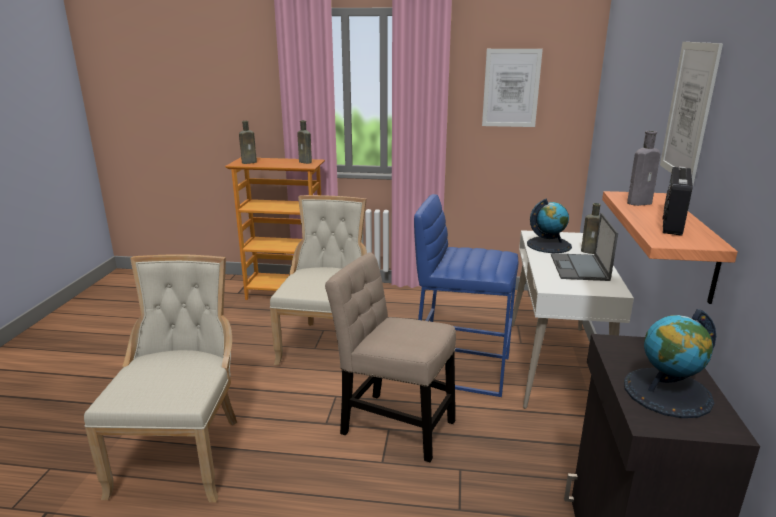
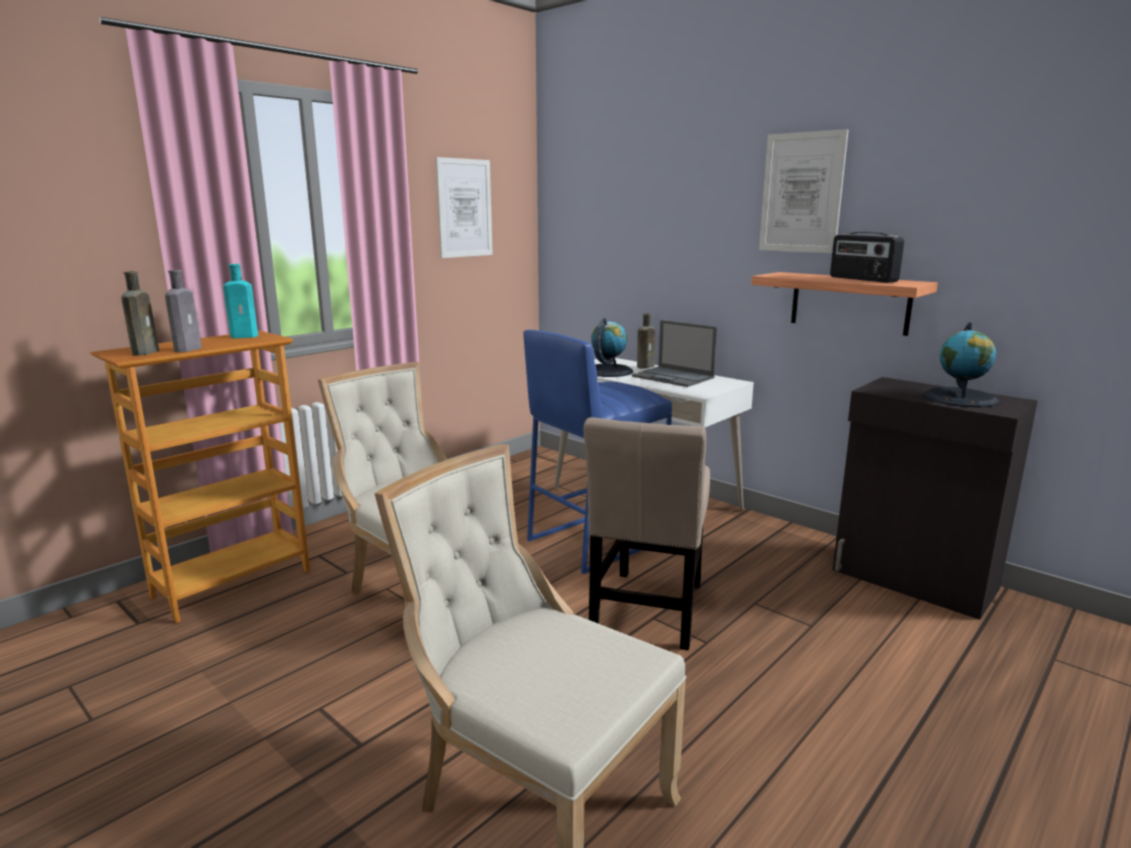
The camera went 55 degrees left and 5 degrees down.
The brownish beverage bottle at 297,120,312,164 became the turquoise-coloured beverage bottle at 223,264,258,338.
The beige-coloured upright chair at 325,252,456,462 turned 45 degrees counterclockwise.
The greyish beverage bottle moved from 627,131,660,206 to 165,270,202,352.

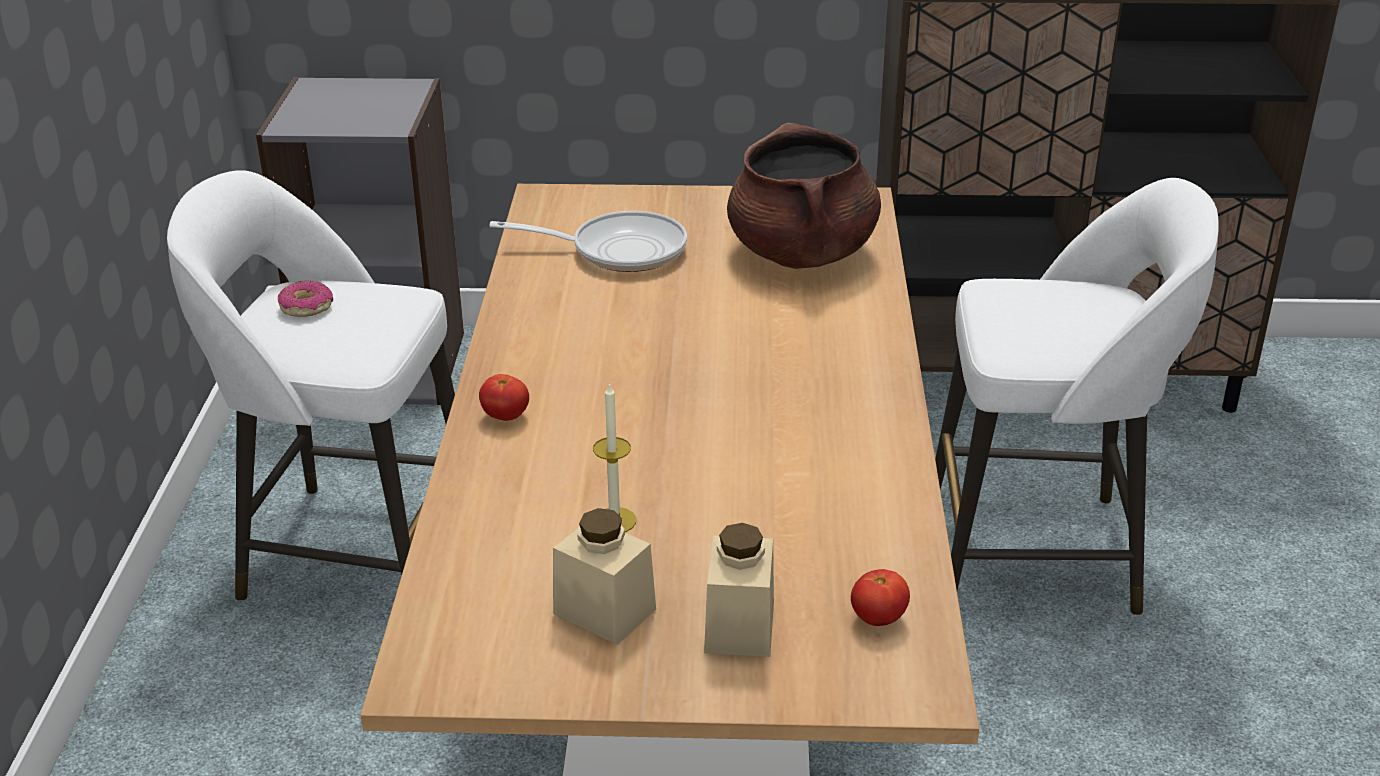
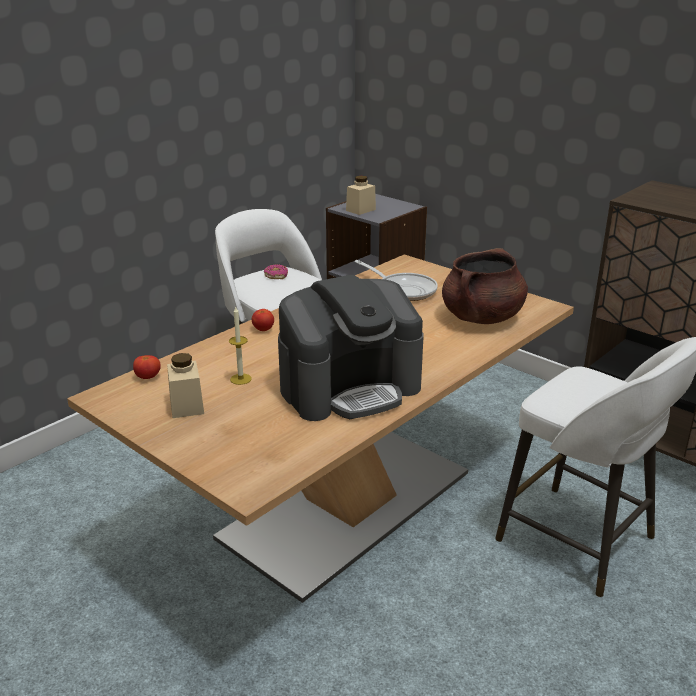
The camera went 40 degrees right and 5 degrees down.
The beige-coloured storage jar moved from 704,523,774,657 to 346,176,376,215.
The whole tomato moved from 851,569,910,626 to 133,355,161,379.
The coffee maker at 278,275,424,421 appeared.

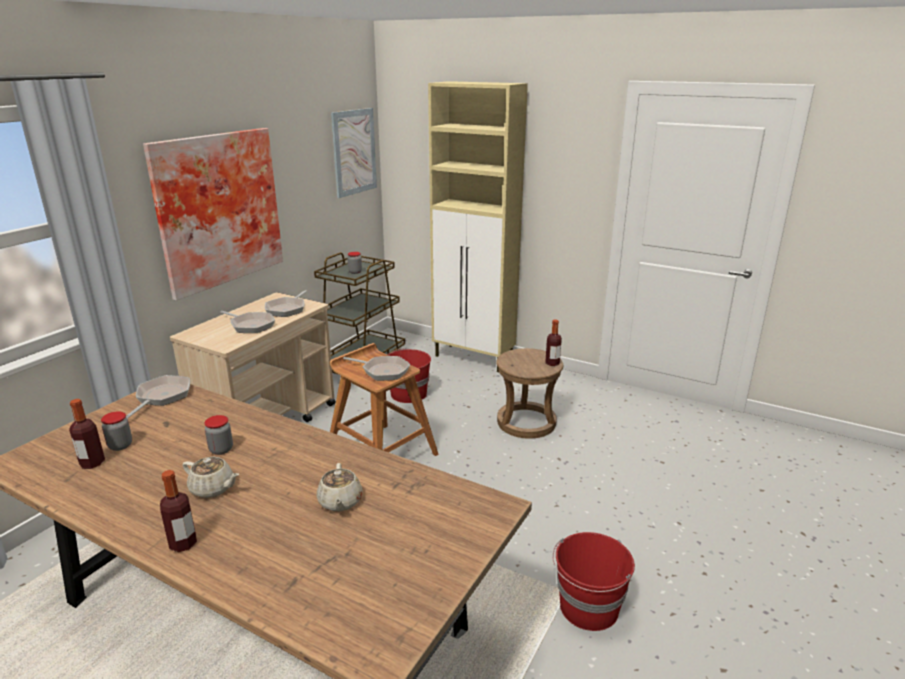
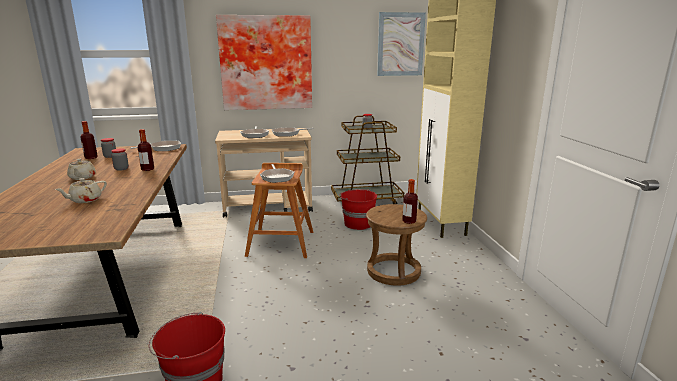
The camera went 50 degrees right and 5 degrees down.
The beverage bottle moved from 160,470,197,552 to 138,129,154,171.

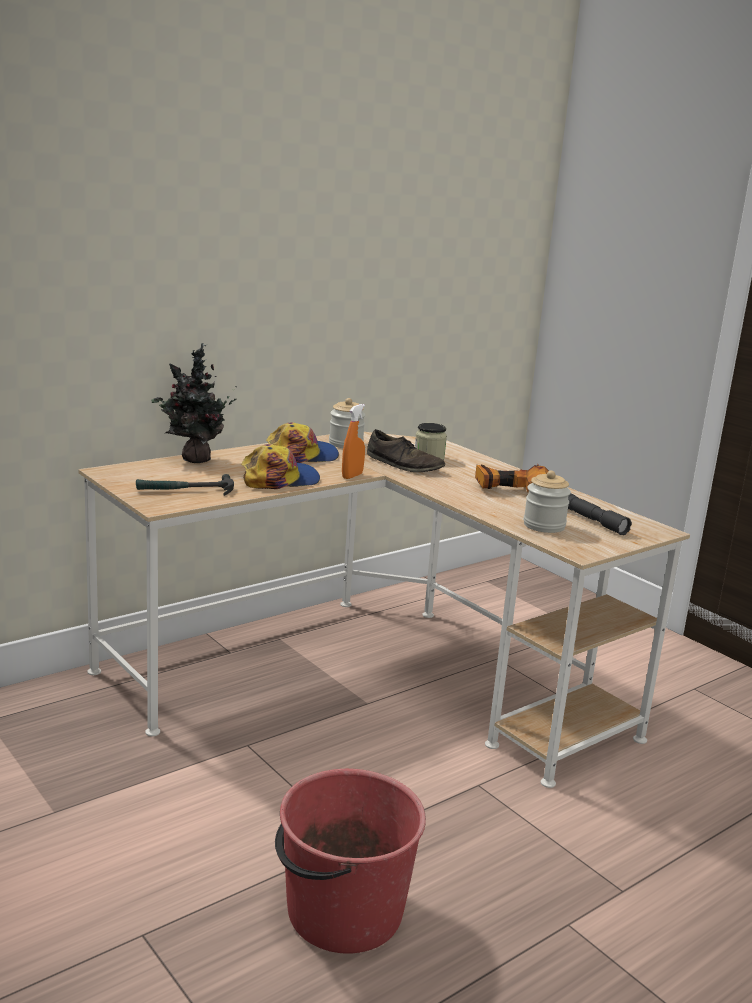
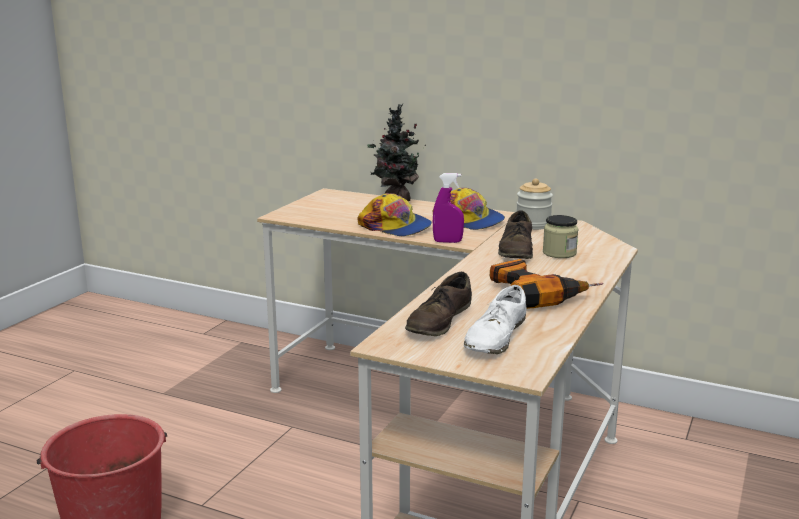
The camera went 65 degrees right and 0 degrees up.
The tool hammer at 136,474,234,496 disappeared.
The orange-coloured sprayer at 342,404,365,479 became the purplish sprayer at 433,173,464,243.
The storage jar at 523,471,571,533 was replaced by the brownish low shoe at 405,272,472,336.
The greyish torch at 568,494,632,535 was replaced by the whitish low shoe at 464,285,527,354.

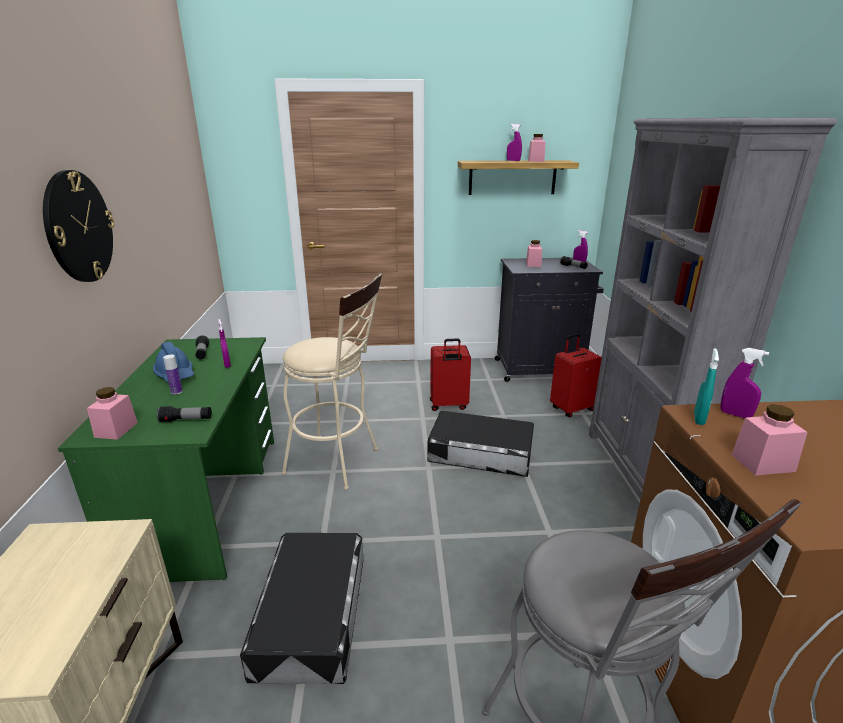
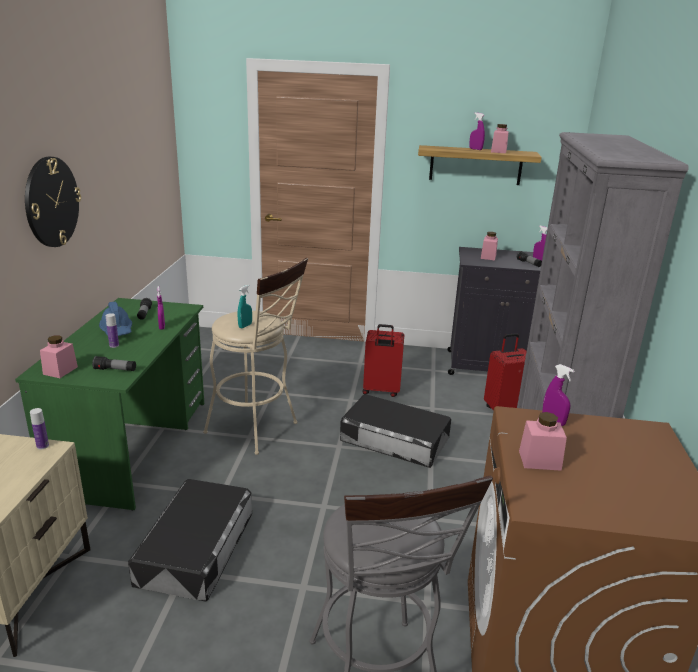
The camera went 10 degrees right and 0 degrees up.
The turquoise-coloured sprayer moved from 694,348,719,425 to 238,285,252,328.
The beverage bottle at 30,408,49,450 appeared.

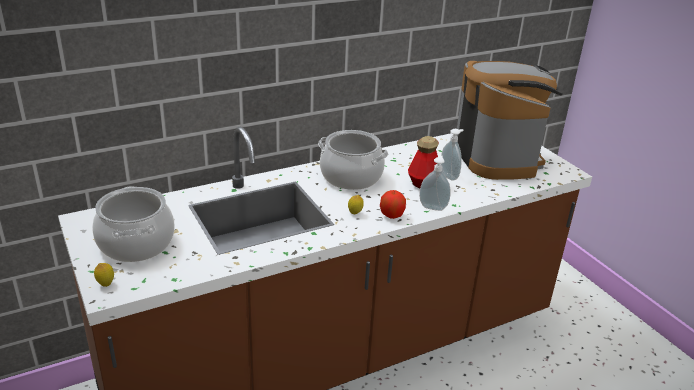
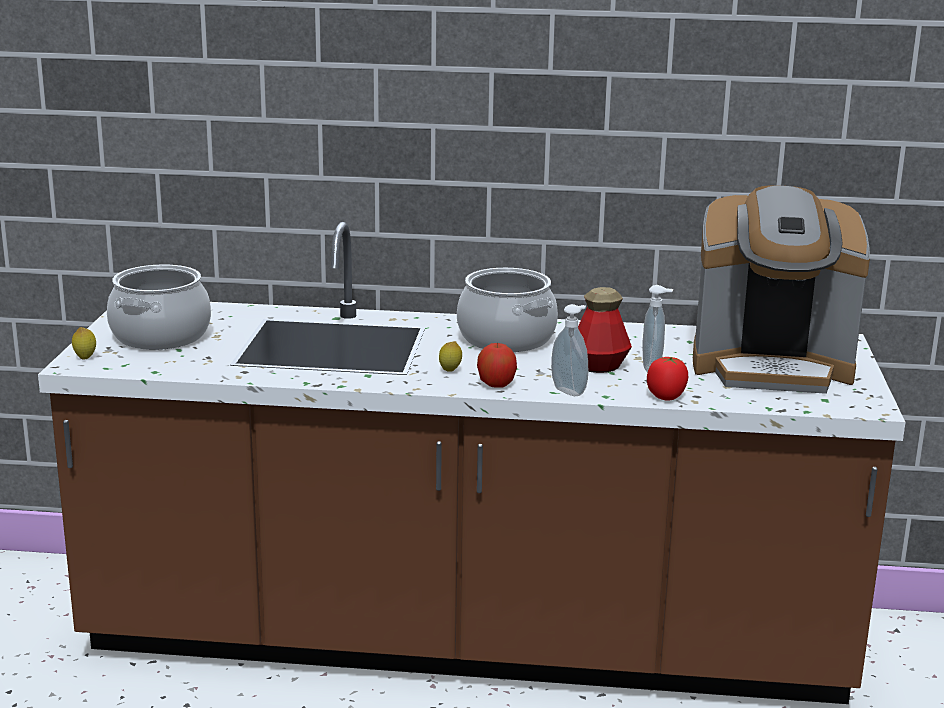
The camera went 35 degrees right and 10 degrees down.
The coffee maker at 456,61,563,180 turned 75 degrees clockwise.
The whole tomato at 647,357,688,401 appeared.

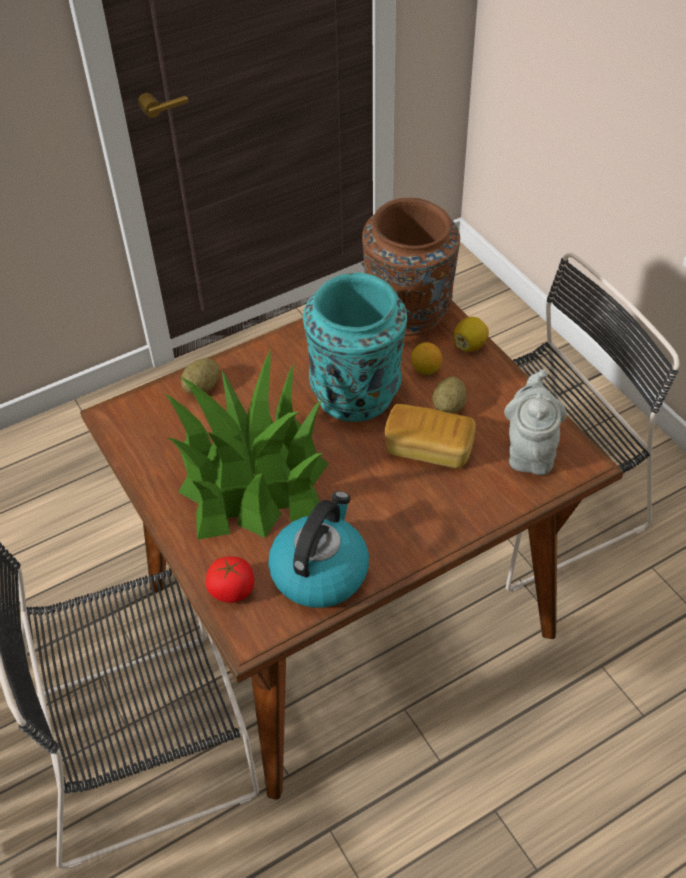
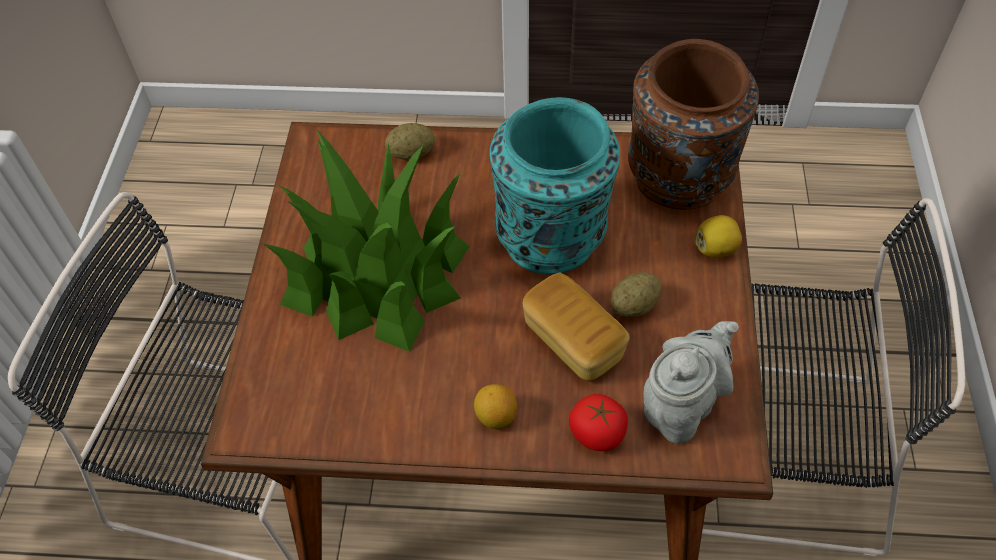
The camera went 35 degrees right and 5 degrees up.
The whole tomato moved from 206,556,255,603 to 569,394,628,451.
The kettle at 268,491,369,608 disappeared.
The lemon moved from 411,342,442,375 to 474,384,517,429.

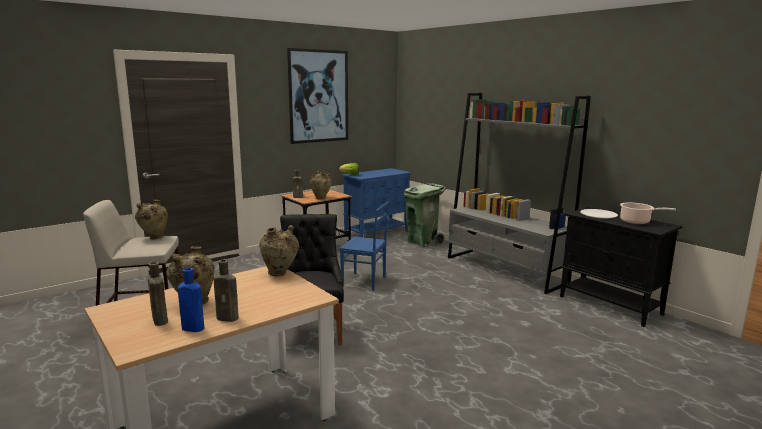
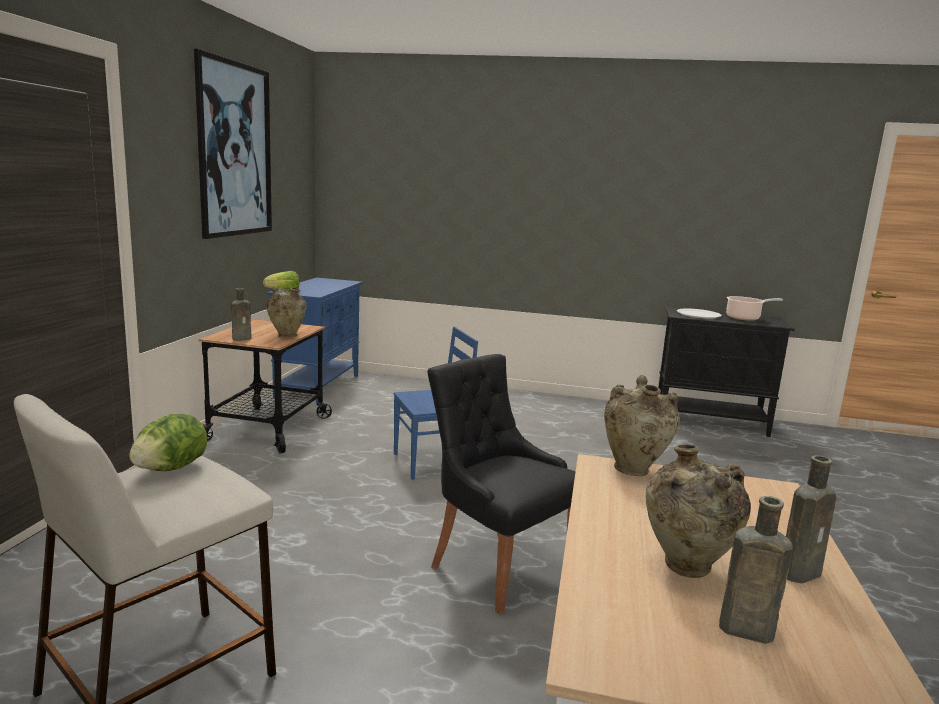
The camera went 40 degrees left and 0 degrees up.
The beige-coloured vase at 135,199,168,239 was replaced by the lettuce head at 129,414,207,471.
The blue beverage bottle at 178,268,204,332 disappeared.
The greenish rubbish bin at 403,183,446,247 disappeared.
The greyish shelving unit at 448,93,591,294 disappeared.

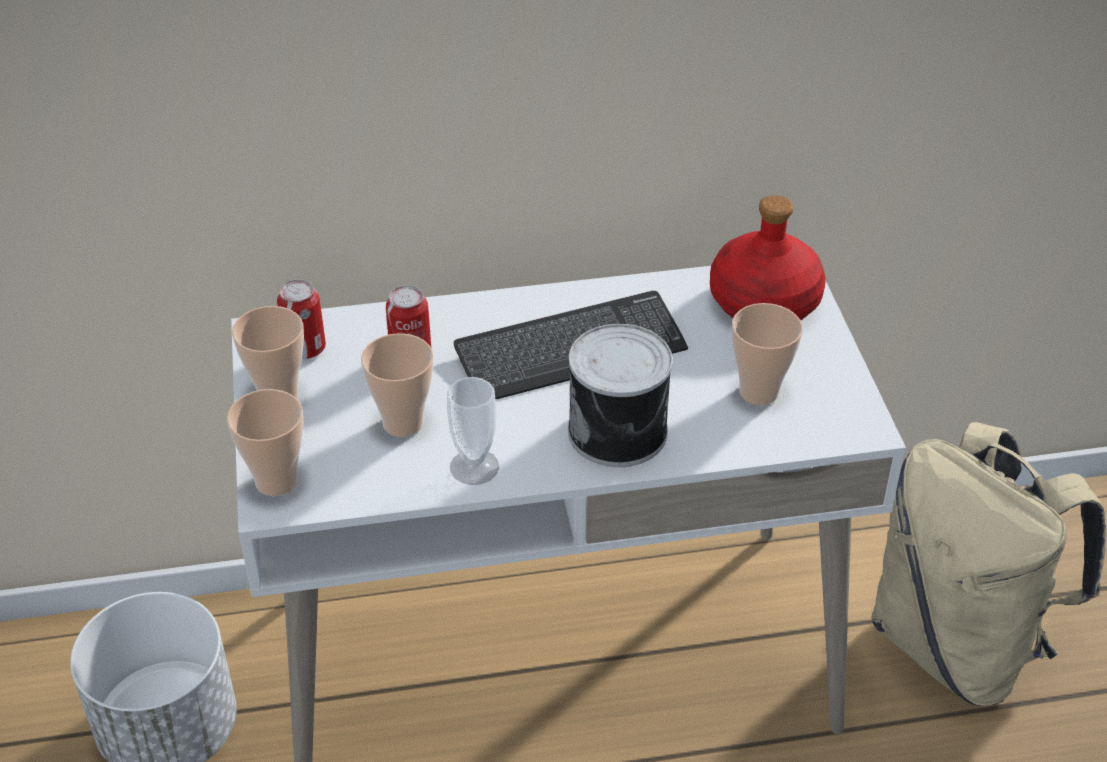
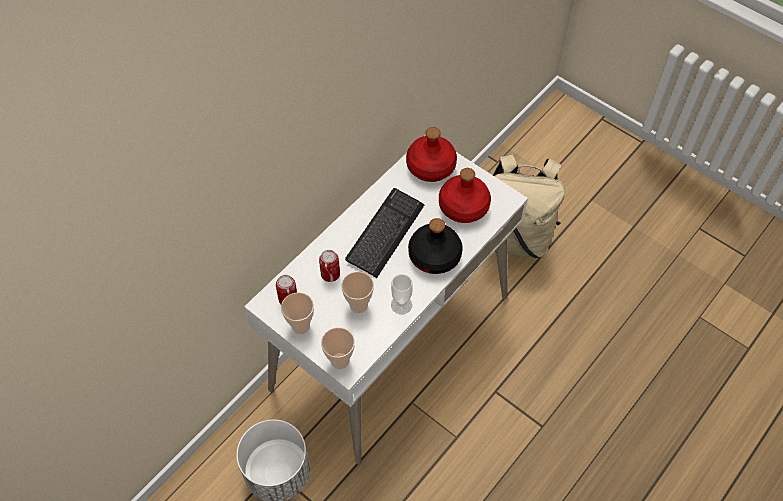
The camera went 40 degrees left and 15 degrees up.
The can at 568,324,673,467 was replaced by the black beverage bottle at 408,218,463,274.
The drinking cup at 732,303,803,405 was replaced by the red beverage bottle at 439,168,491,223.

